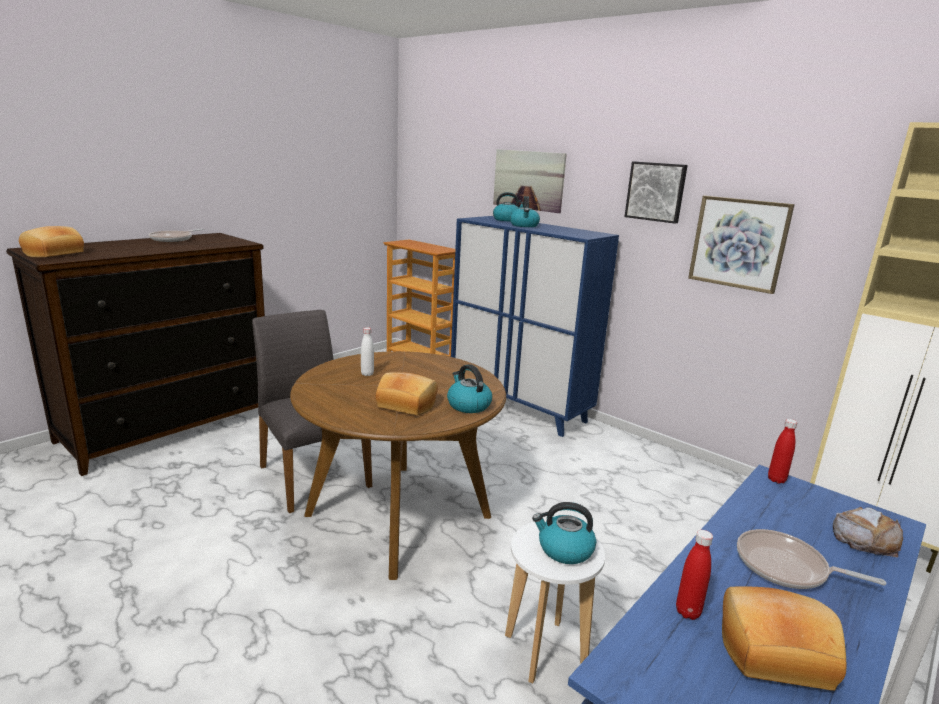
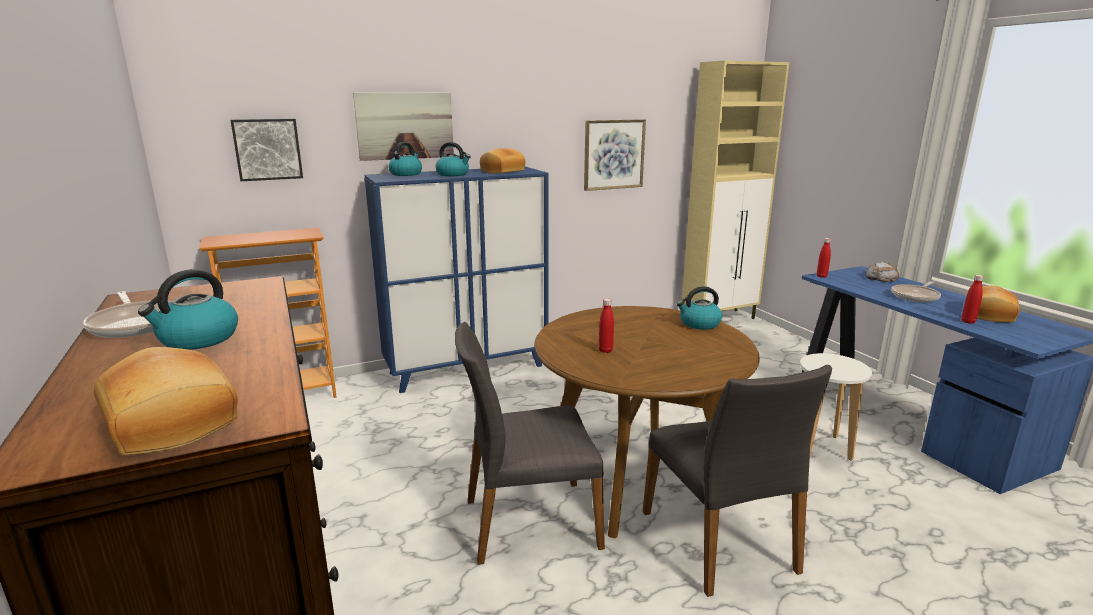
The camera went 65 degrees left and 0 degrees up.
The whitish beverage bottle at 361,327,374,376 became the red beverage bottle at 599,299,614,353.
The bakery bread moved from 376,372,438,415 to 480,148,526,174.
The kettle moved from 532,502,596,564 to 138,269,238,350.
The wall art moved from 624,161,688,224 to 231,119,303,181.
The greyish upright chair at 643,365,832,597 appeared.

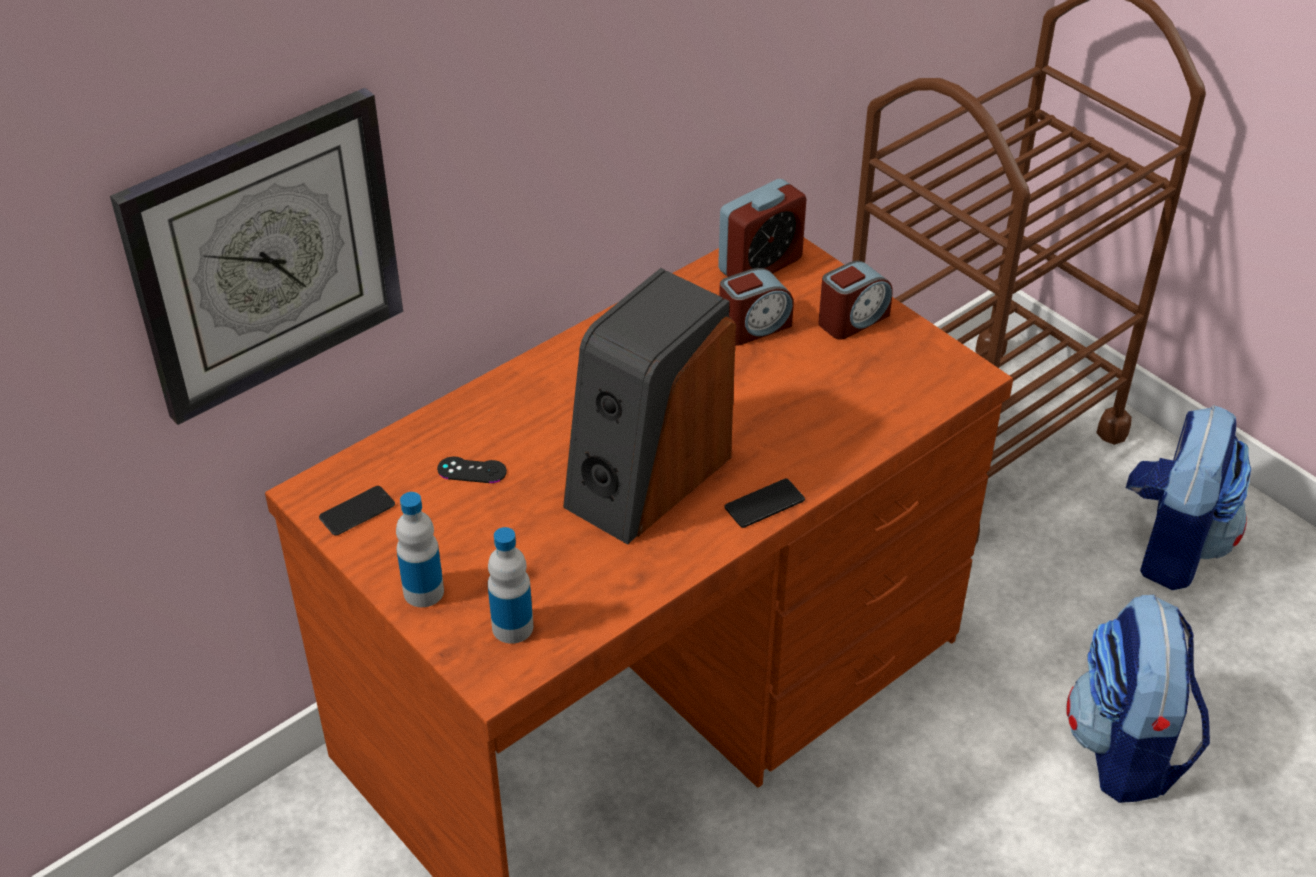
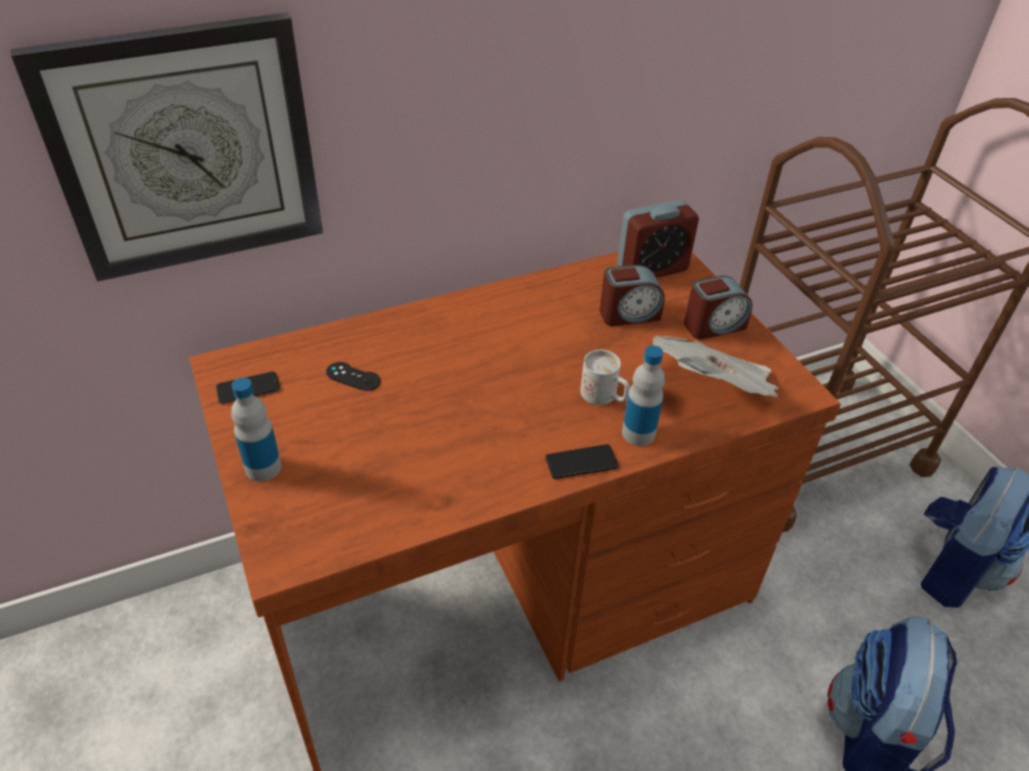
The camera went 15 degrees right and 0 degrees up.
The beverage bottle moved from 488,527,533,644 to 622,345,665,446.
The loudspeaker at 563,268,736,545 disappeared.
The whitish coffee mug at 580,350,630,405 appeared.
The newspaper at 653,336,779,398 appeared.

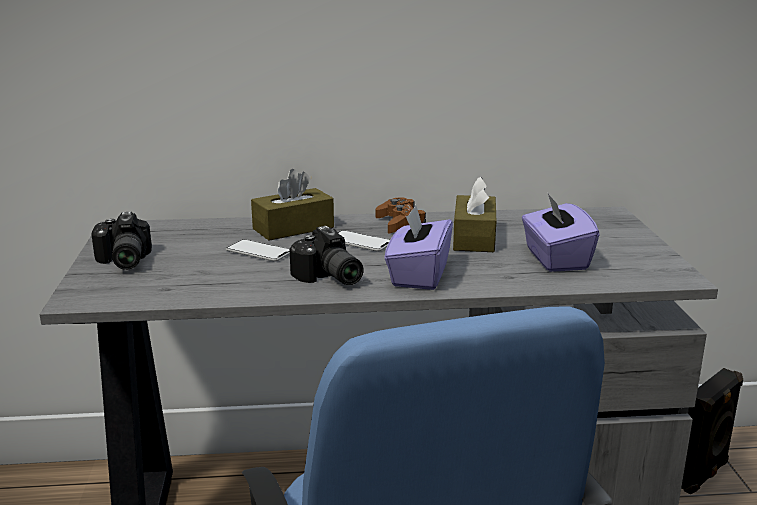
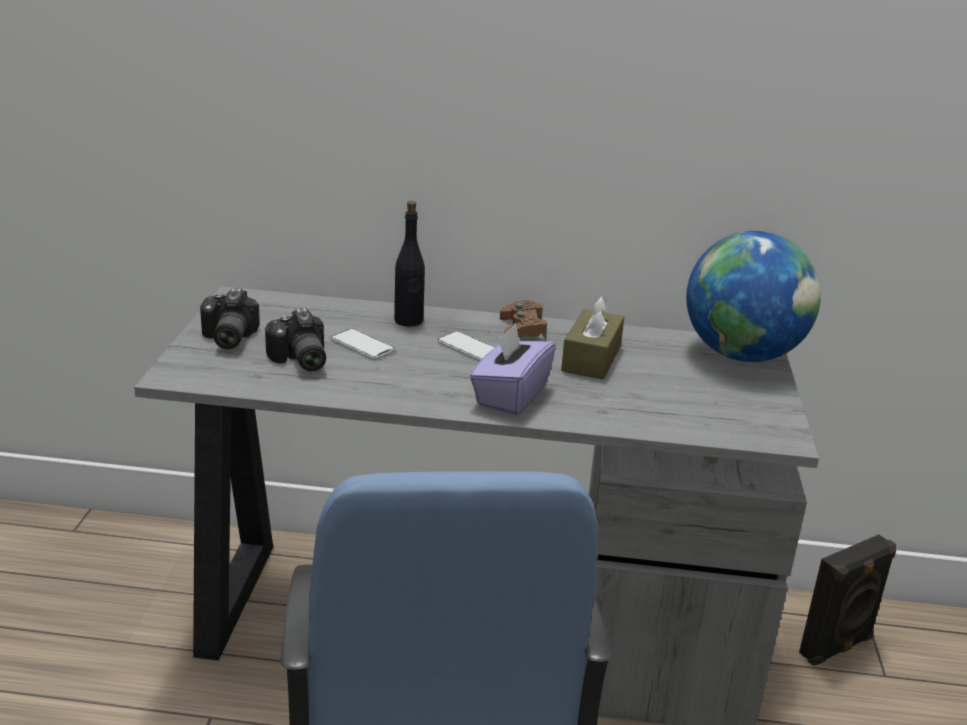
The camera went 10 degrees right and 5 degrees up.
The brownish box of tissues at 251,169,334,241 was replaced by the black beverage bottle at 394,201,425,326.
The photo camera moved from 289,226,364,285 to 265,308,326,372.
The purplish box of tissues at 522,193,600,272 disappeared.
The world globe at 686,231,821,362 appeared.

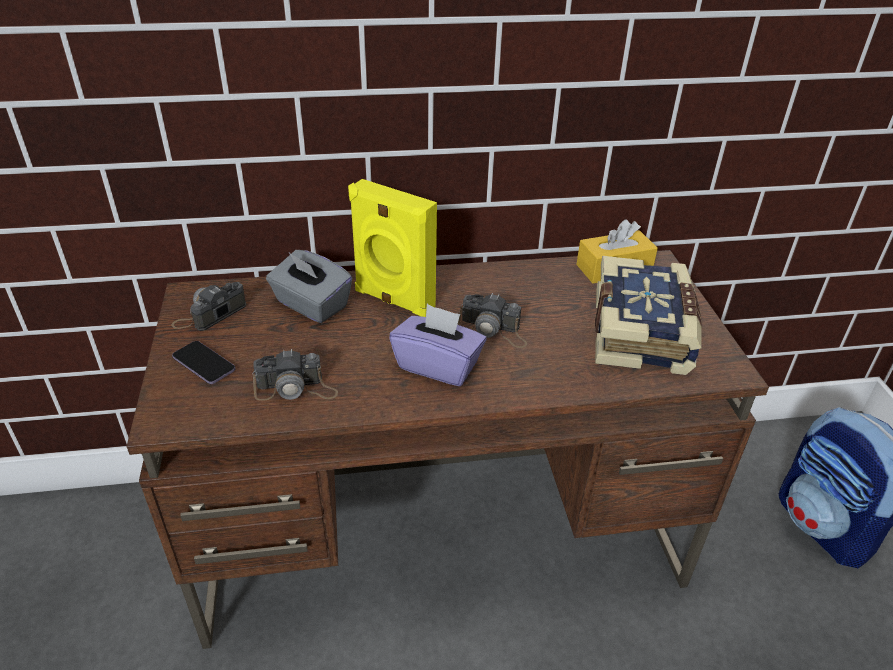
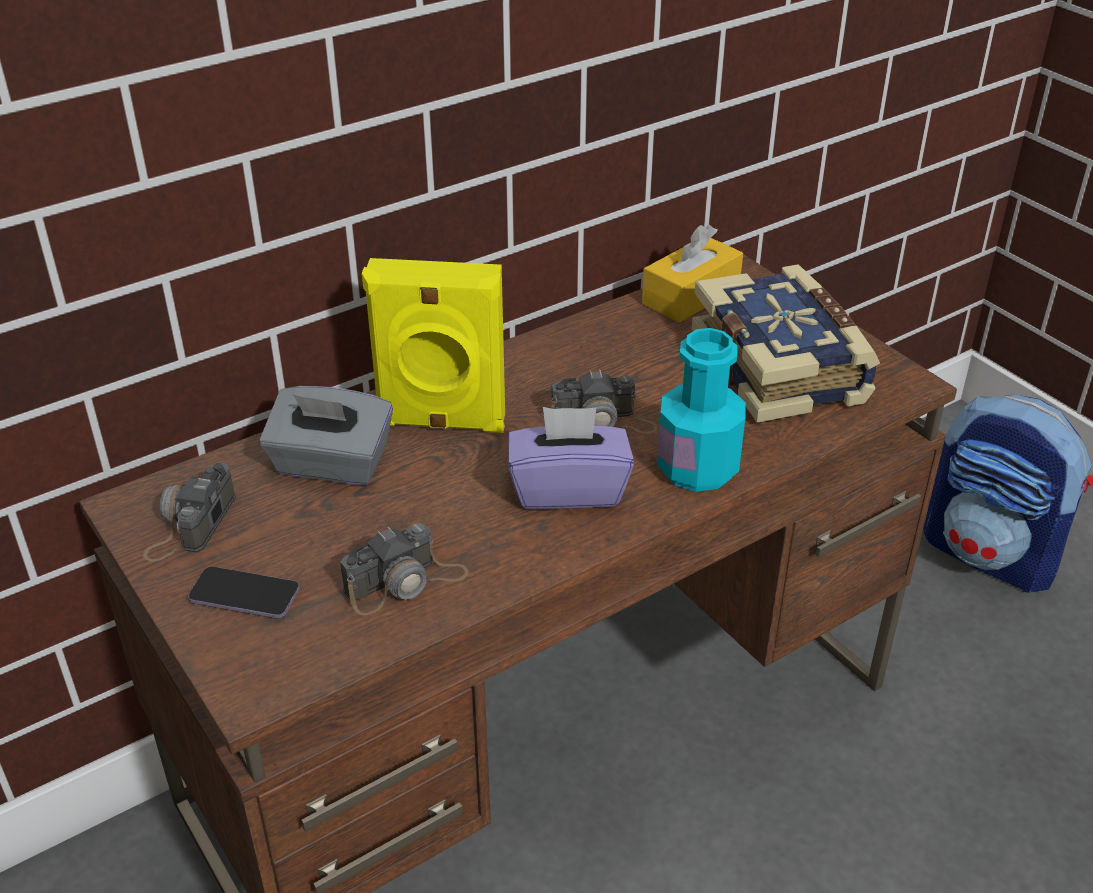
The camera went 25 degrees left and 0 degrees up.
The turquoise-coloured beverage bottle at 657,328,746,492 appeared.

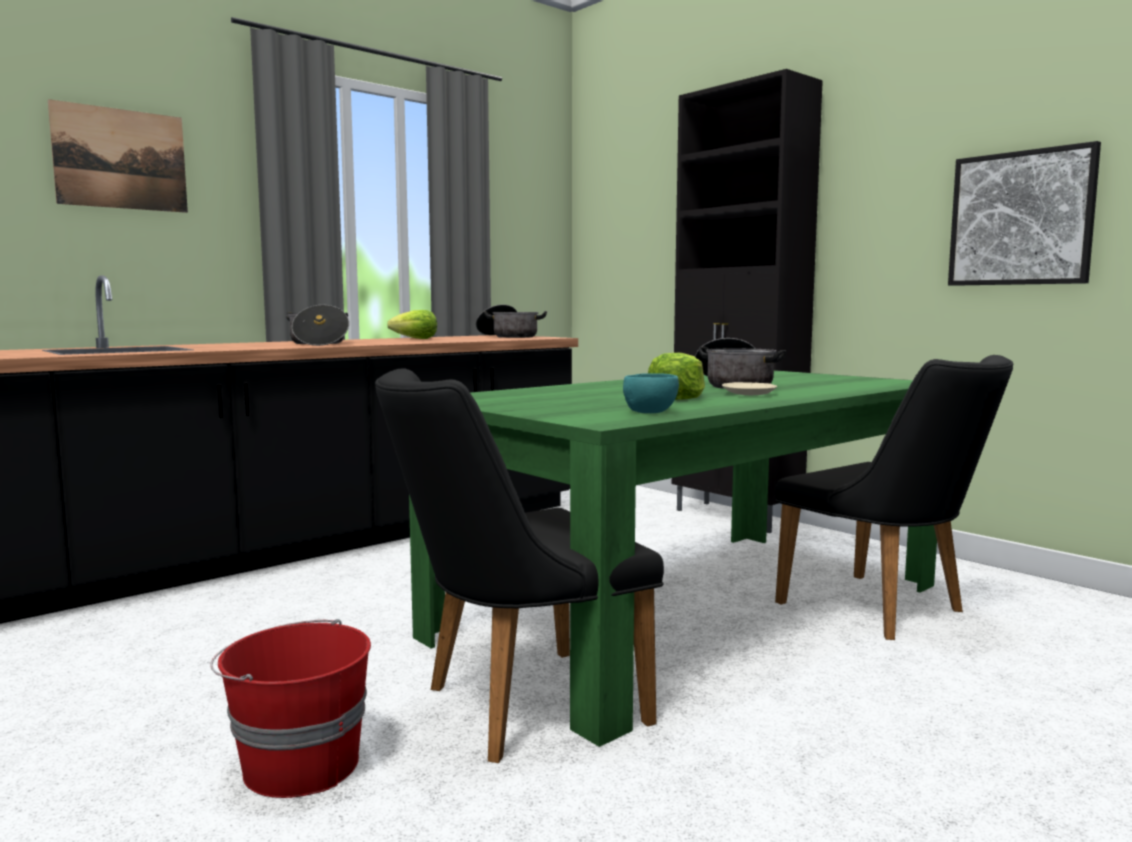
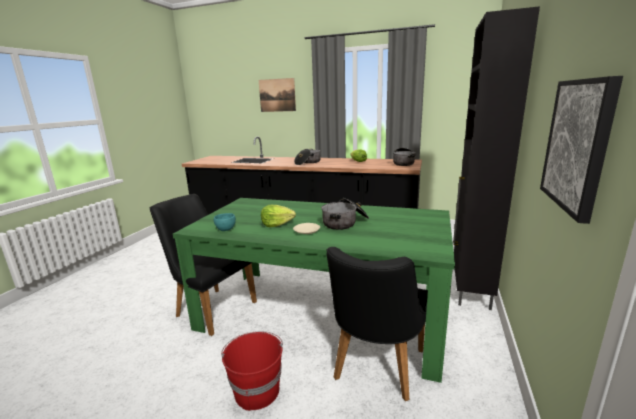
The camera went 60 degrees right and 10 degrees up.
The red water bucket moved from 210,619,371,798 to 221,331,283,411.

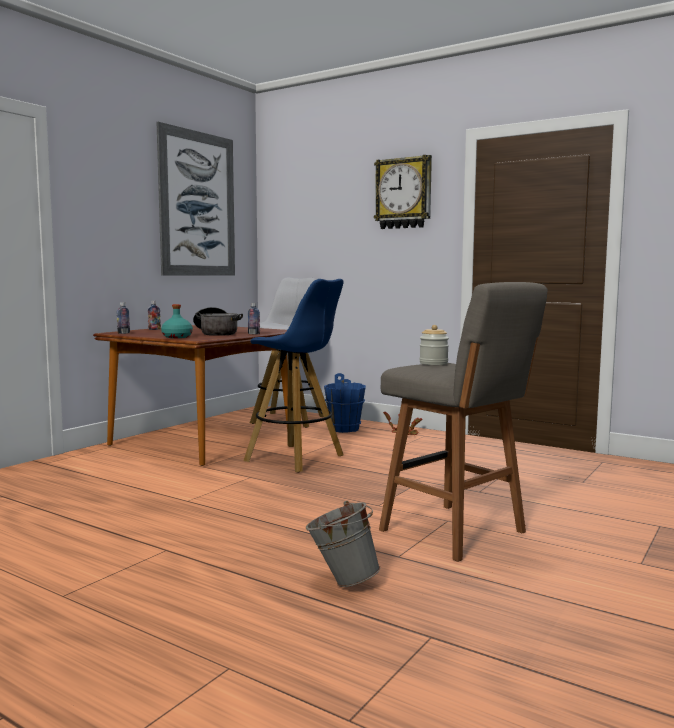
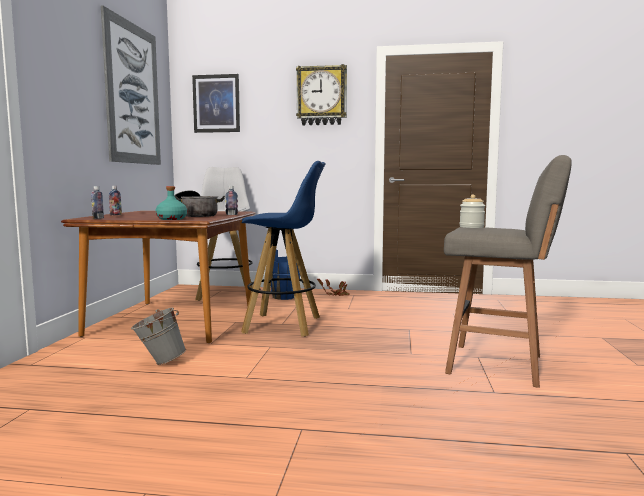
The camera went 25 degrees left and 0 degrees up.
The greyish water bucket moved from 306,501,381,587 to 131,308,186,365.
The wall art at 192,74,240,133 appeared.

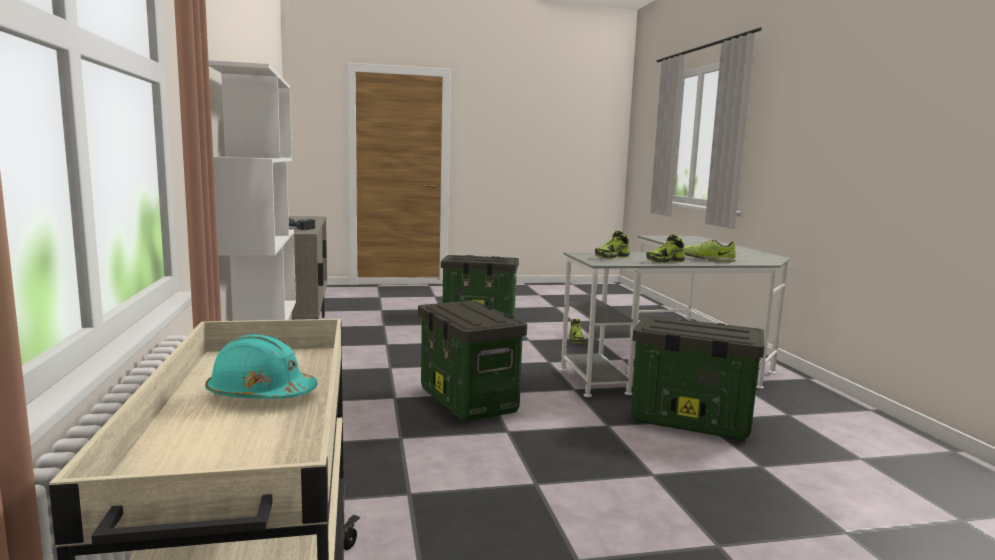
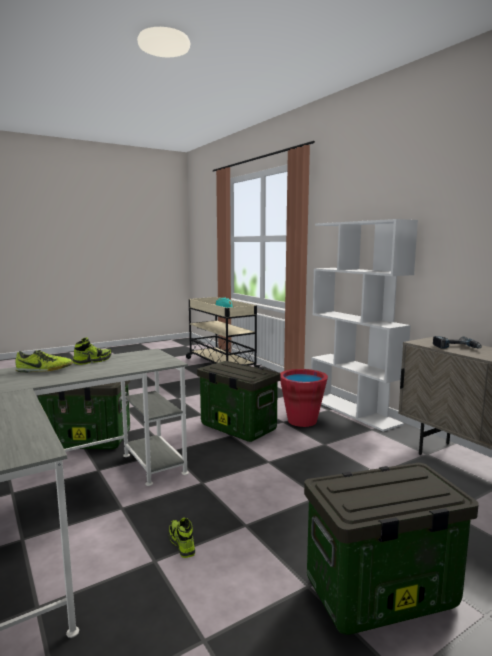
The camera went 160 degrees right and 0 degrees up.
The low shoe at 595,230,630,259 disappeared.
The red water bucket at 280,369,328,427 appeared.

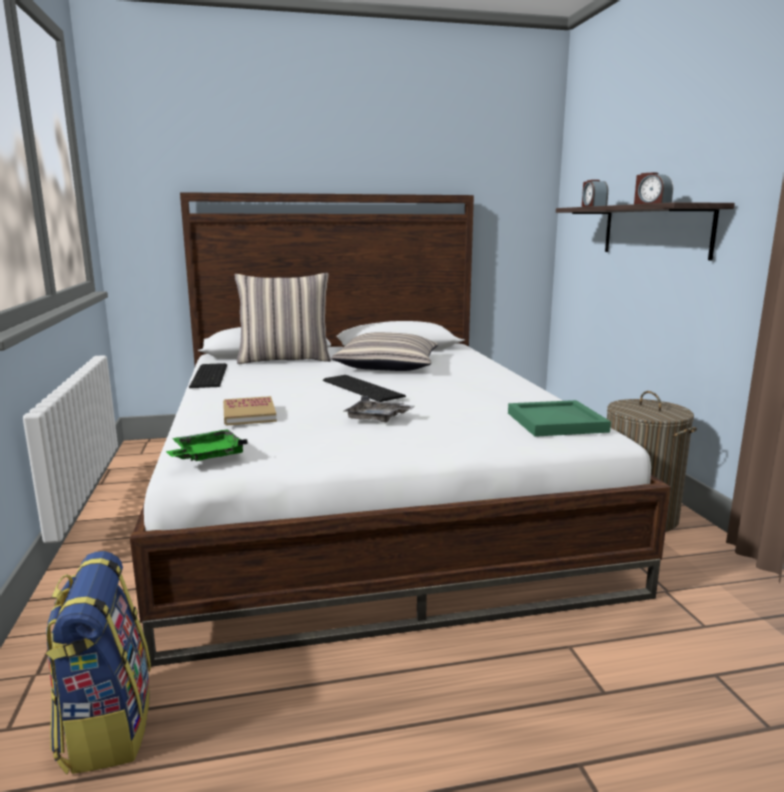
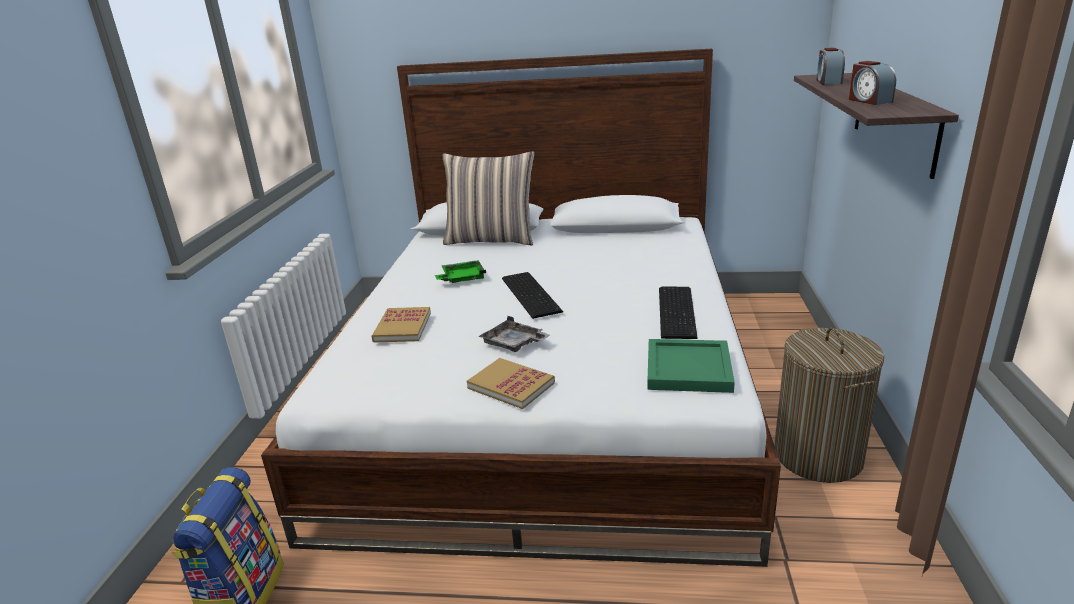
The camera went 20 degrees right and 10 degrees up.
The greenish serving tray moved from 166,429,248,461 to 435,260,486,283.
The computer keyboard moved from 189,363,227,388 to 659,287,697,339.
The pillow at 331,332,438,371 disappeared.
The bound book at 467,358,555,409 appeared.

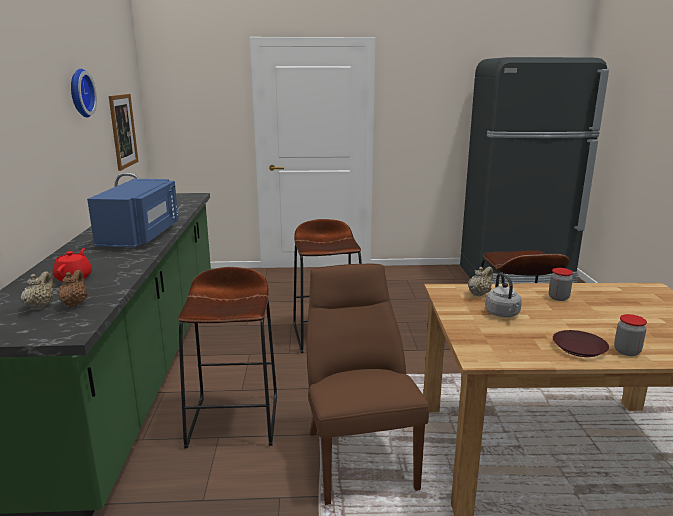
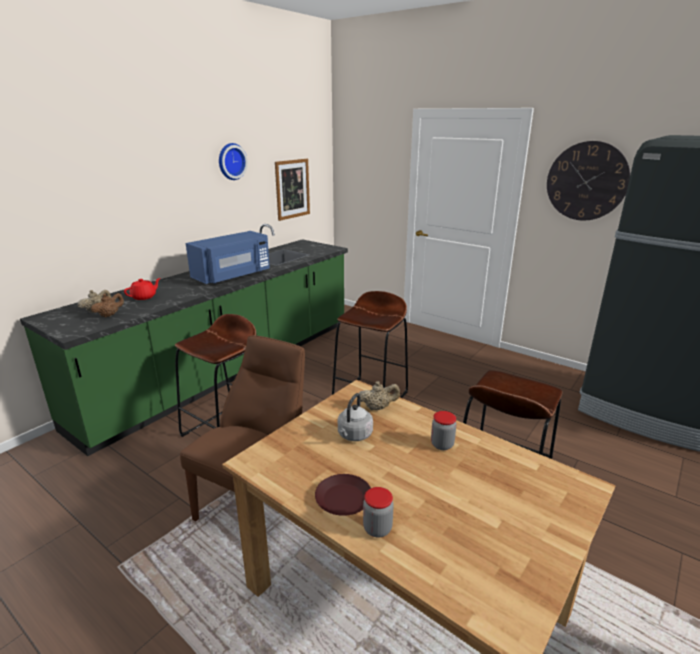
The camera went 40 degrees right and 5 degrees up.
The wall clock at 547,141,630,220 appeared.

